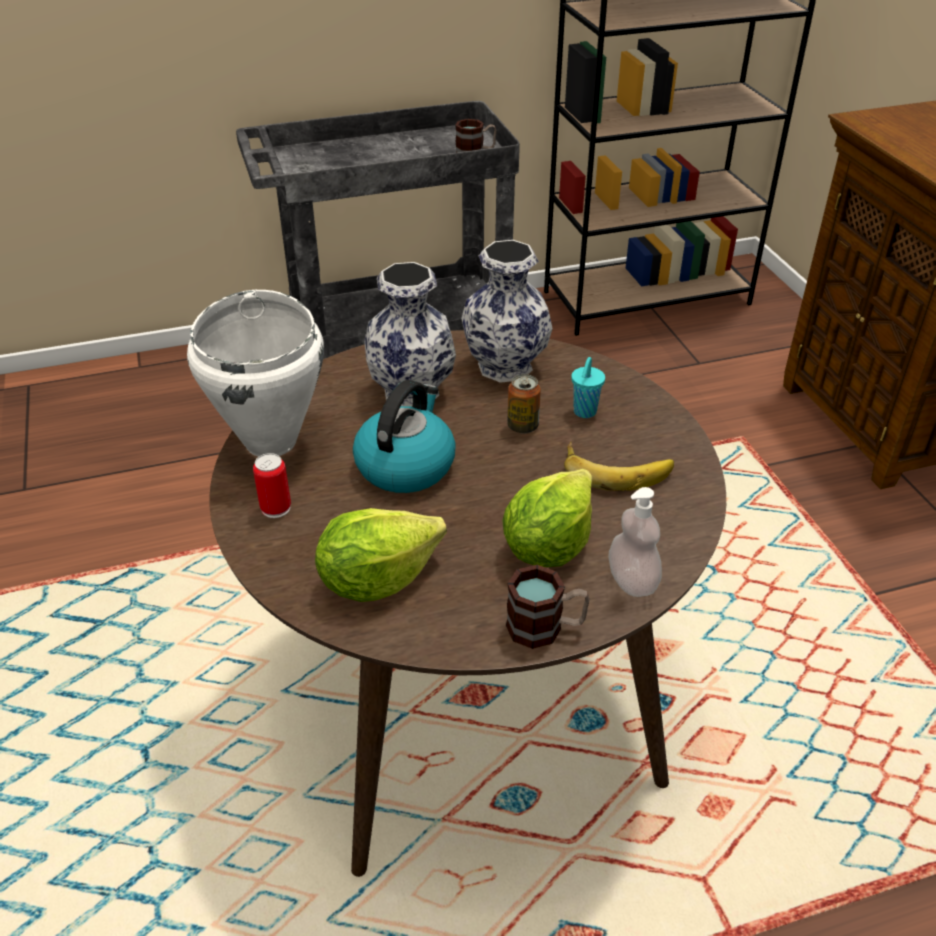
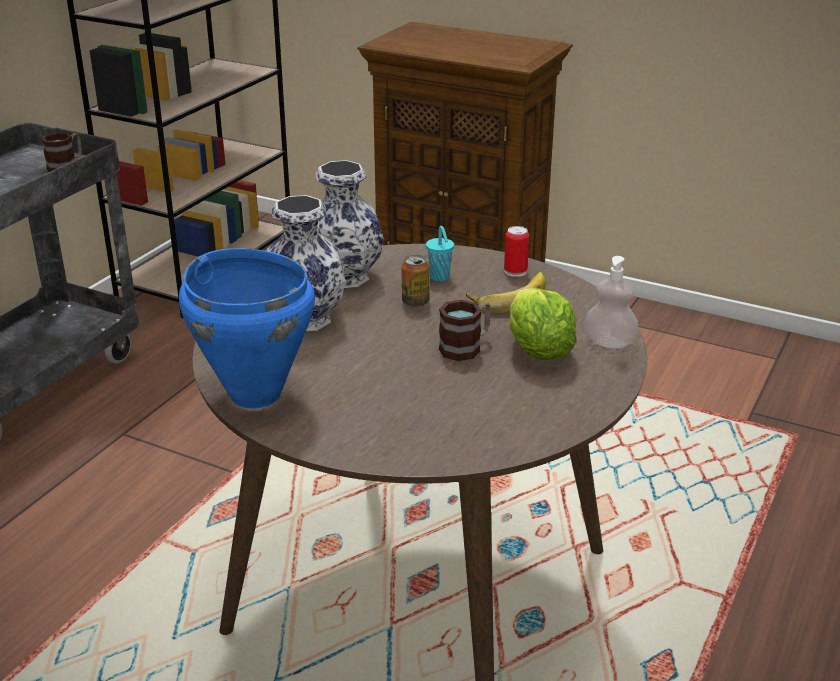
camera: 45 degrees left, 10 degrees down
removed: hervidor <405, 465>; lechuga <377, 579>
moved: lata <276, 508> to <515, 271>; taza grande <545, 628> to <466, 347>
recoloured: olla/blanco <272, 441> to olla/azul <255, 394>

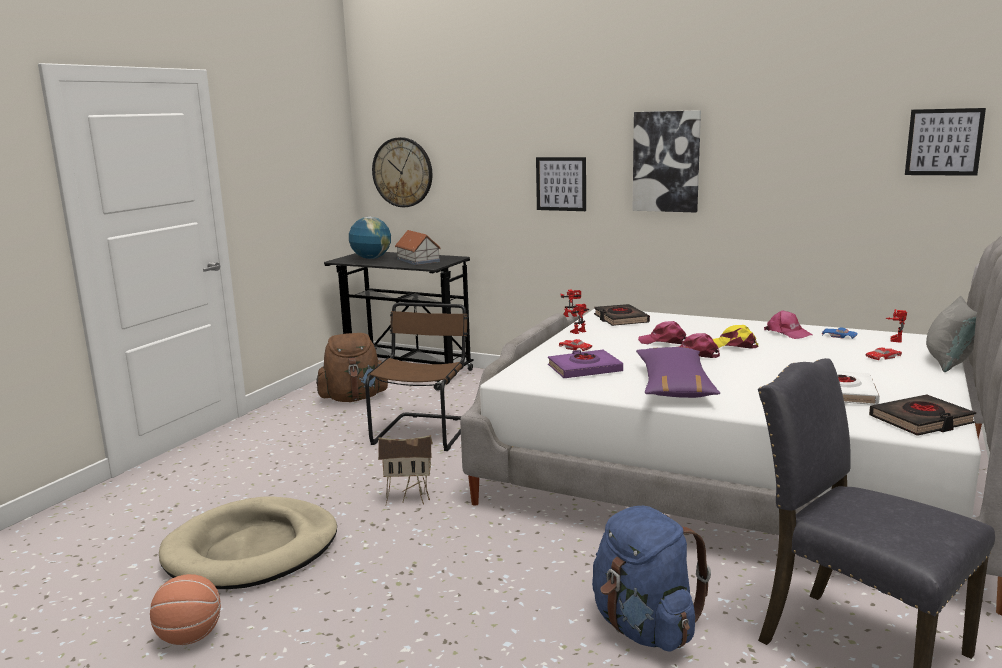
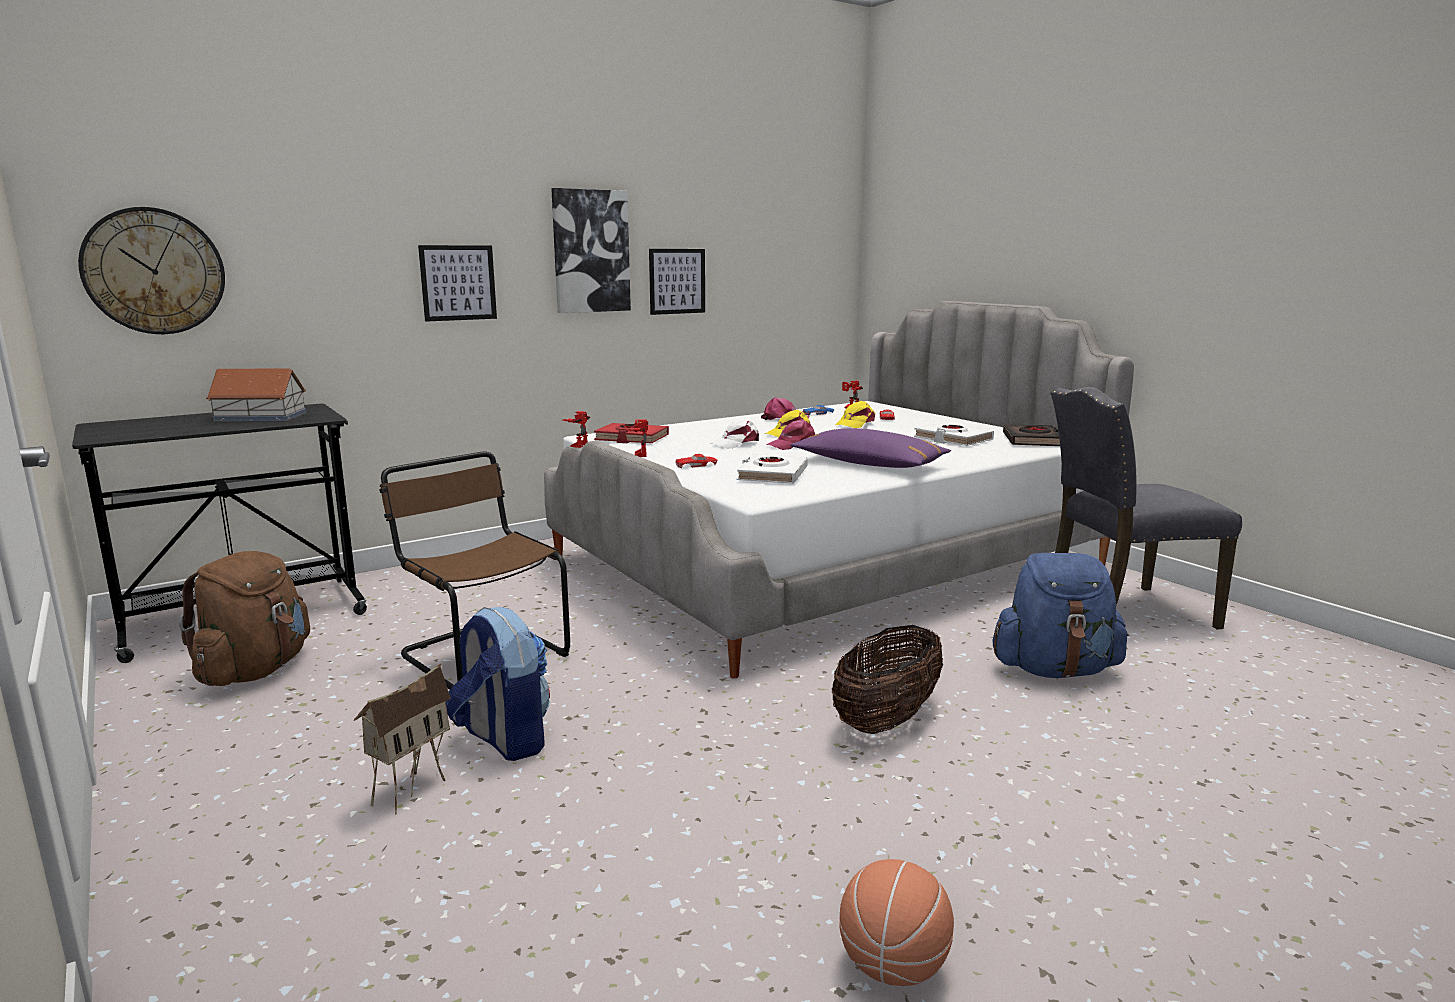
camera: 60 degrees left, 0 degrees up
removed: globo terráqueo <371, 258>; cojín/gris <948, 362>; cama para perro/beis <252, 549>
added: gorra/amarillo <855, 424>; mochila <503, 739>; cesta <886, 720>
moved: cuadro <944, 142> to <677, 281>; casita <409, 499> to <410, 787>
recoloured: libro/negro <620, 319> to libro/rojo <631, 438>; gorra/rosa <663, 341> to gorra/blanco <736, 443>; libro/morado <584, 369> to libro/blanco <772, 475>

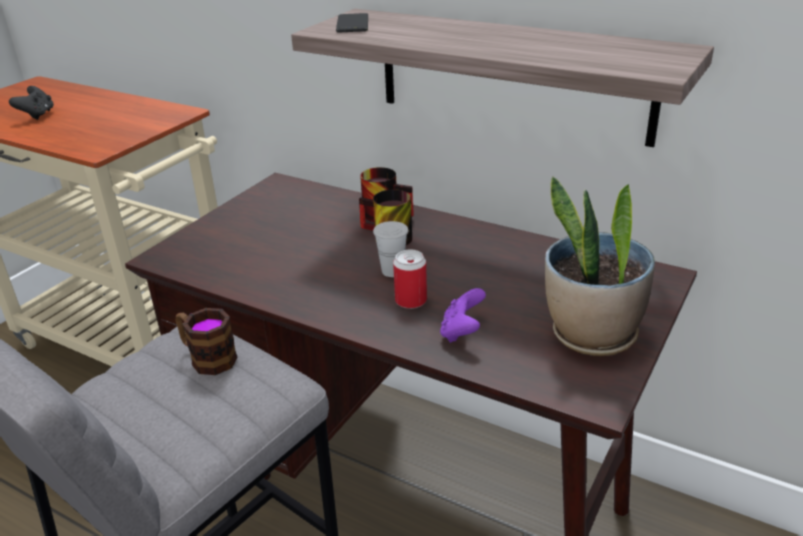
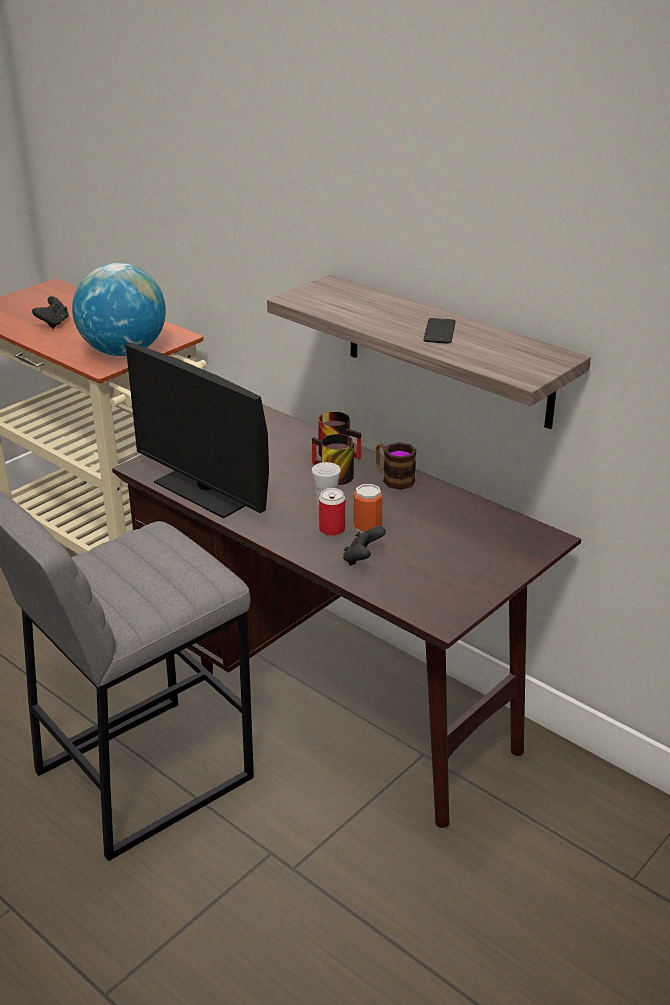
camera: 10 degrees right, 0 degrees up
removed: planta en maceta <591, 335>
added: globo terráqueo <123, 351>; monitor <205, 491>; lata <367, 526>
moved: móvil <352, 24> to <439, 331>; taza grande <207, 358> to <393, 478>
recoloured: mando de consola/morado <462, 332> to mando de consola/negro <362, 559>

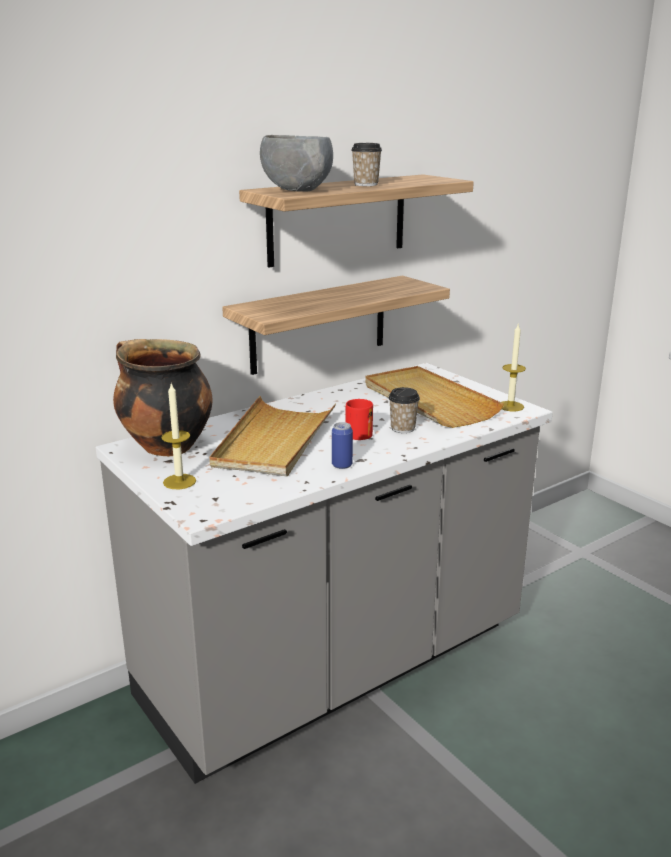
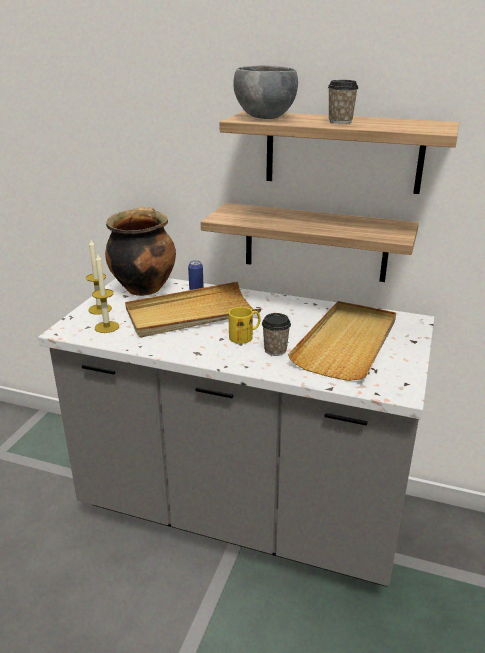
camera: 55 degrees right, 5 degrees up
moved: vela <510, 406> to <107, 327>; lata <342, 465> to <196, 290>
recoloured: taza grande/rojo <359, 432> to taza grande/amarillo <245, 336>

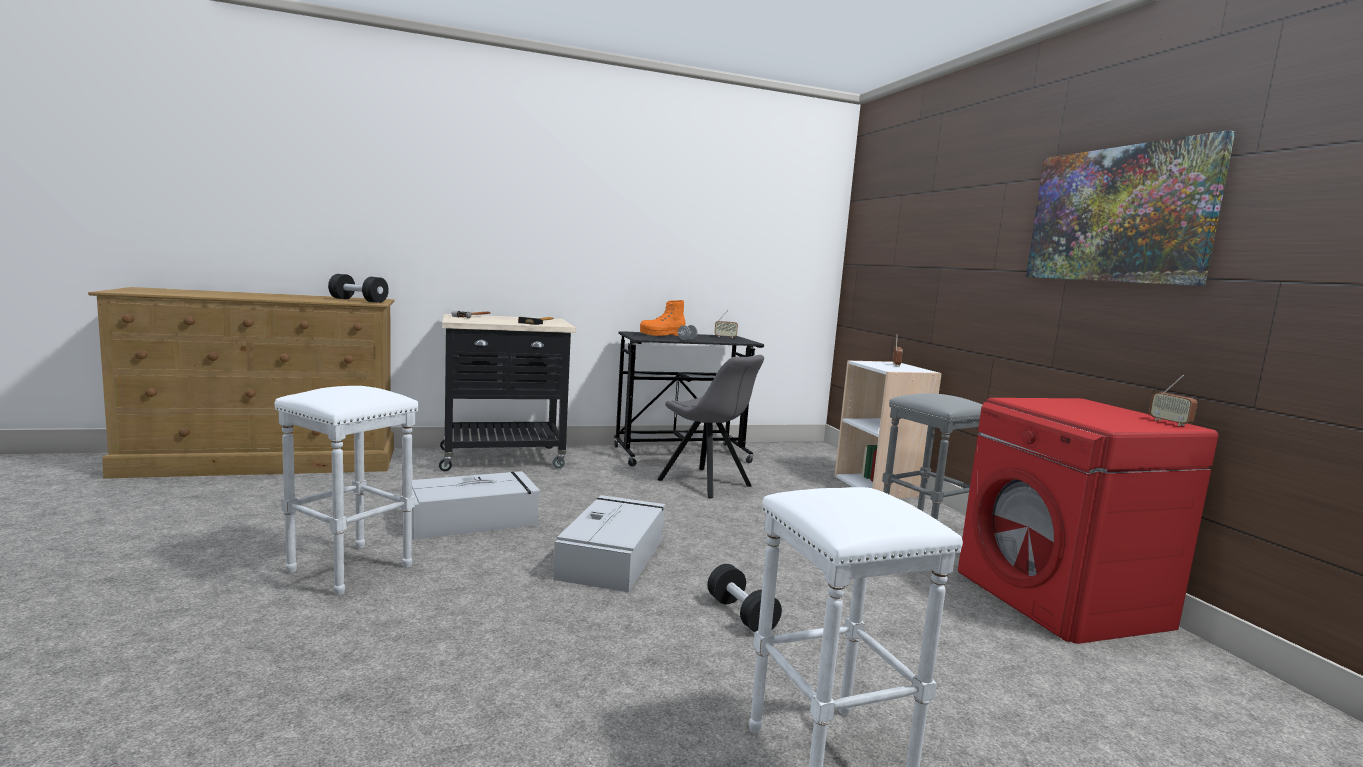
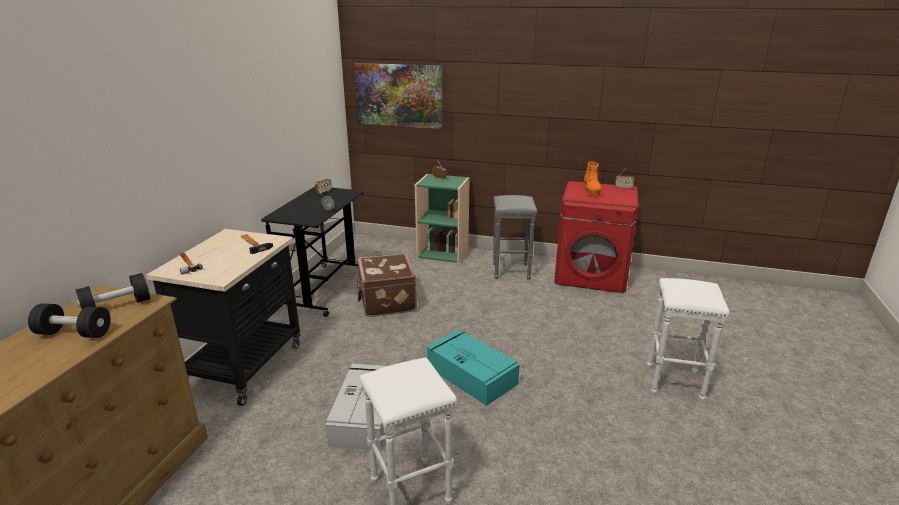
camera: 55 degrees left, 15 degrees up
moved: cuadro <1118, 215> to <398, 95>; bota/naranja <662, 335> to <591, 191>; mancuerna/negro <741, 614> to <74, 333>
replaced: silla/gris <705, 483> to maleta/marrón <386, 301>
recoloured: estantería/blanco <879, 486> to estantería/verde <443, 252>; caja de almacenaje/gris <612, 557> to caja de almacenaje/turquesa <470, 374>

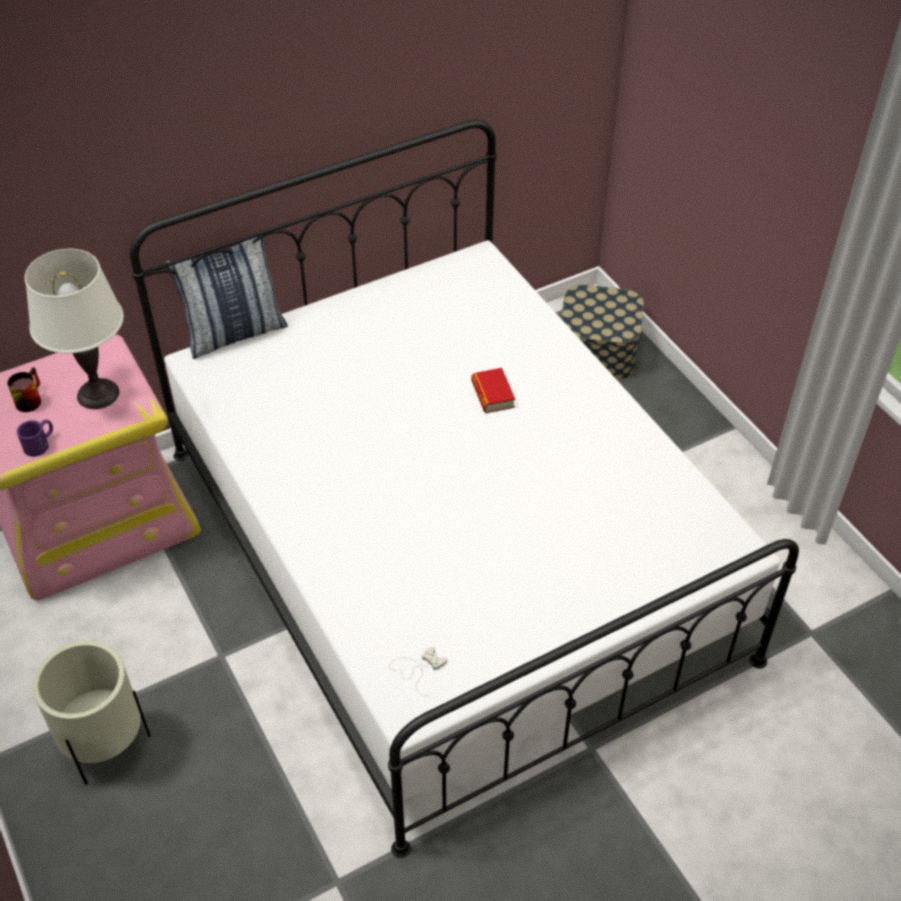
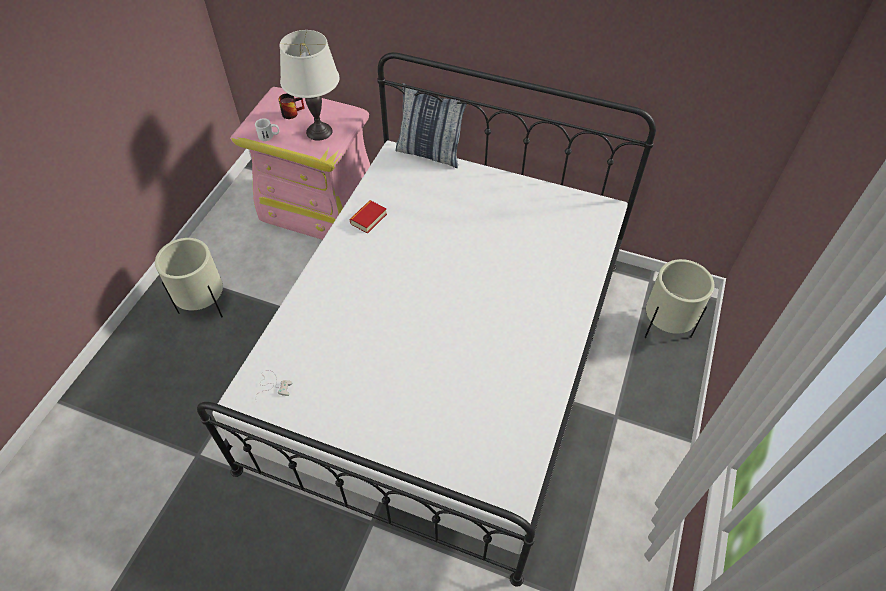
camera: 50 degrees right, 5 degrees up
moved: libro <492, 394> to <368, 219>
replaced: caja de almacenaje <597, 351> to maceta/beis <665, 326>
recoloured: taza grande/morado <40, 444> to taza grande/blanco <269, 136>

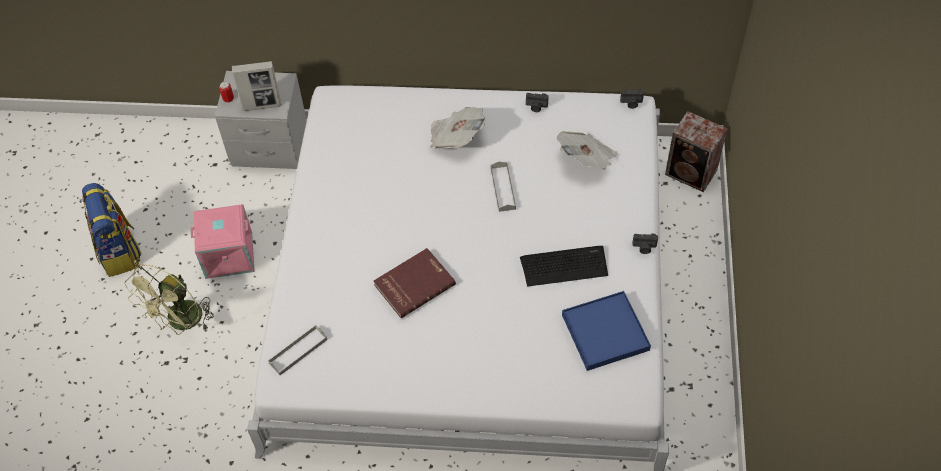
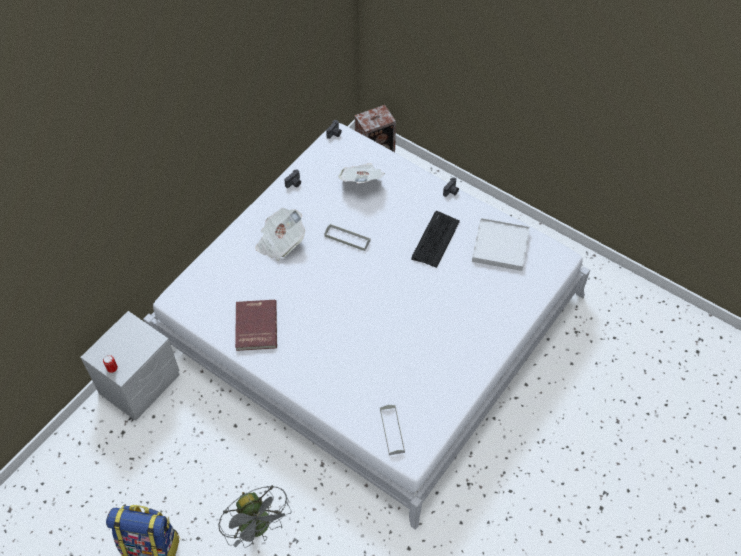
camera: 60 degrees left, 0 degrees up
removed: portarretratos <262, 106>; caja de almacenaje/rosa <229, 254>
moved: libro/rojo <413, 284> to <255, 326>
recoloured: ventilador/verde <181, 323> to ventilador/gris <258, 528>; bandeja/azul <605, 332> to bandeja/blanco <500, 246>

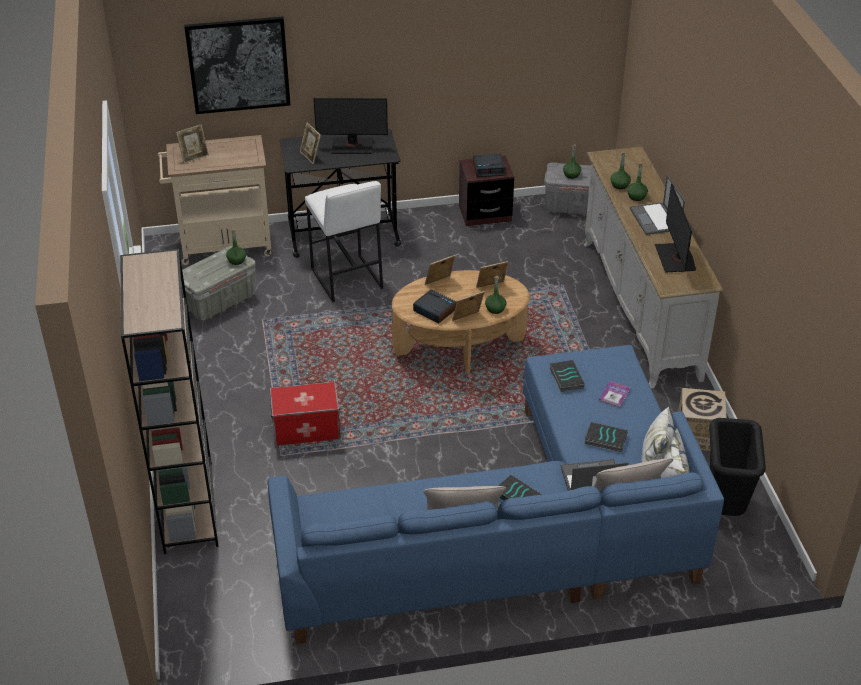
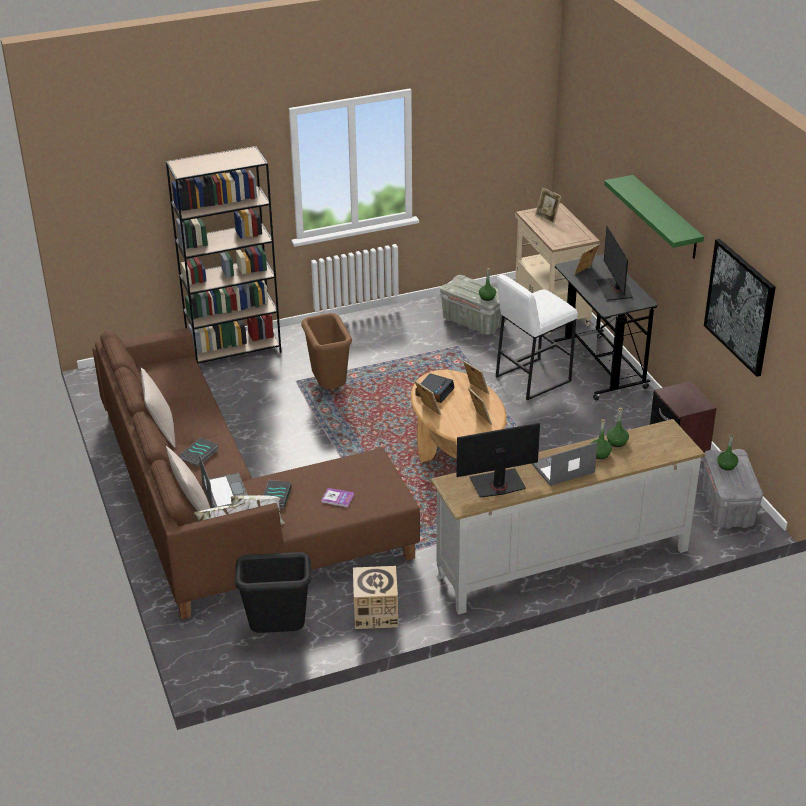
camera: 80 degrees right, 5 degrees down
removed: despertador <489, 169>; botella/verde <495, 309>; libro <565, 378>
added: estante/verde <665, 217>
moved: cuadro <238, 65> to <740, 306>
replaced: caja de almacenaje <306, 428> to papelera/marrón <329, 388>
recoloured: sofá/azul <518, 534> to sofá/marrón <227, 510>

